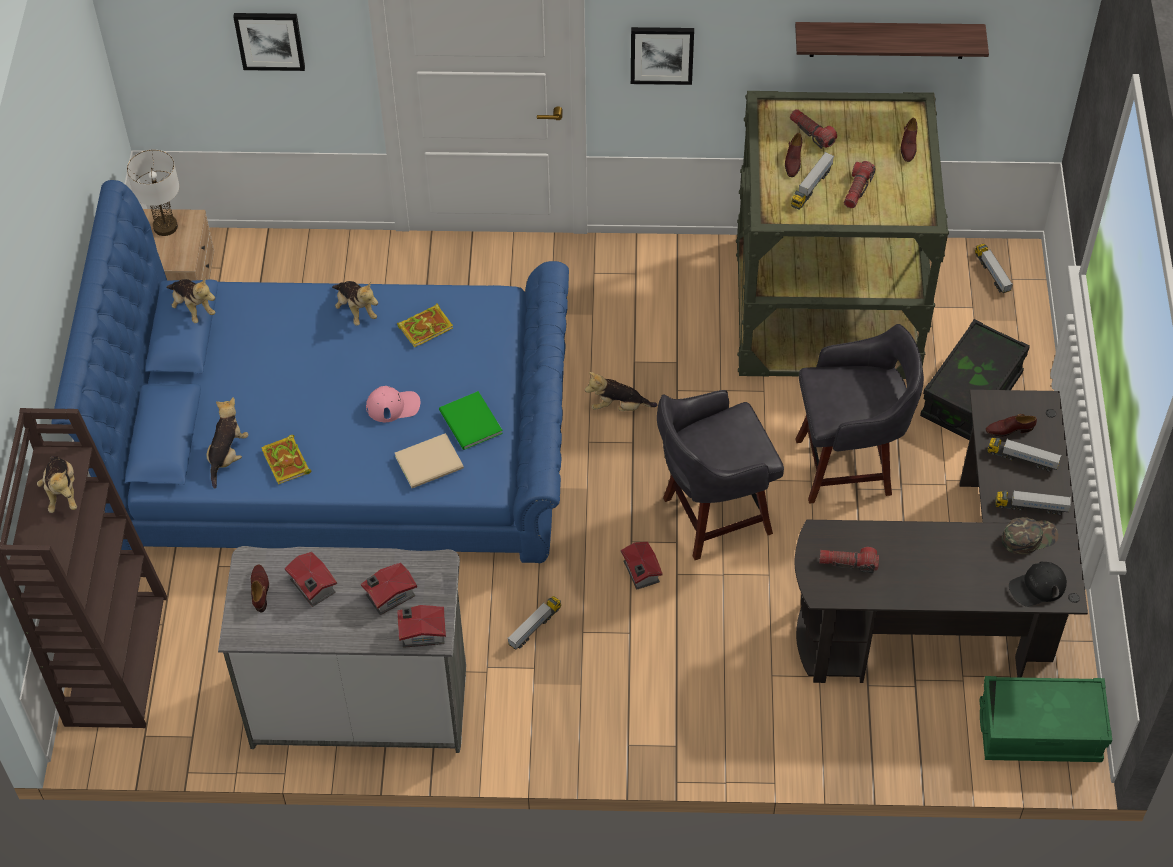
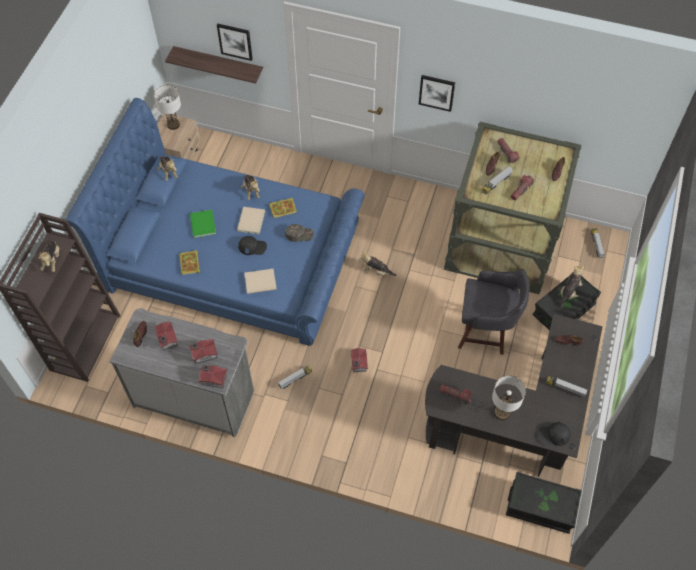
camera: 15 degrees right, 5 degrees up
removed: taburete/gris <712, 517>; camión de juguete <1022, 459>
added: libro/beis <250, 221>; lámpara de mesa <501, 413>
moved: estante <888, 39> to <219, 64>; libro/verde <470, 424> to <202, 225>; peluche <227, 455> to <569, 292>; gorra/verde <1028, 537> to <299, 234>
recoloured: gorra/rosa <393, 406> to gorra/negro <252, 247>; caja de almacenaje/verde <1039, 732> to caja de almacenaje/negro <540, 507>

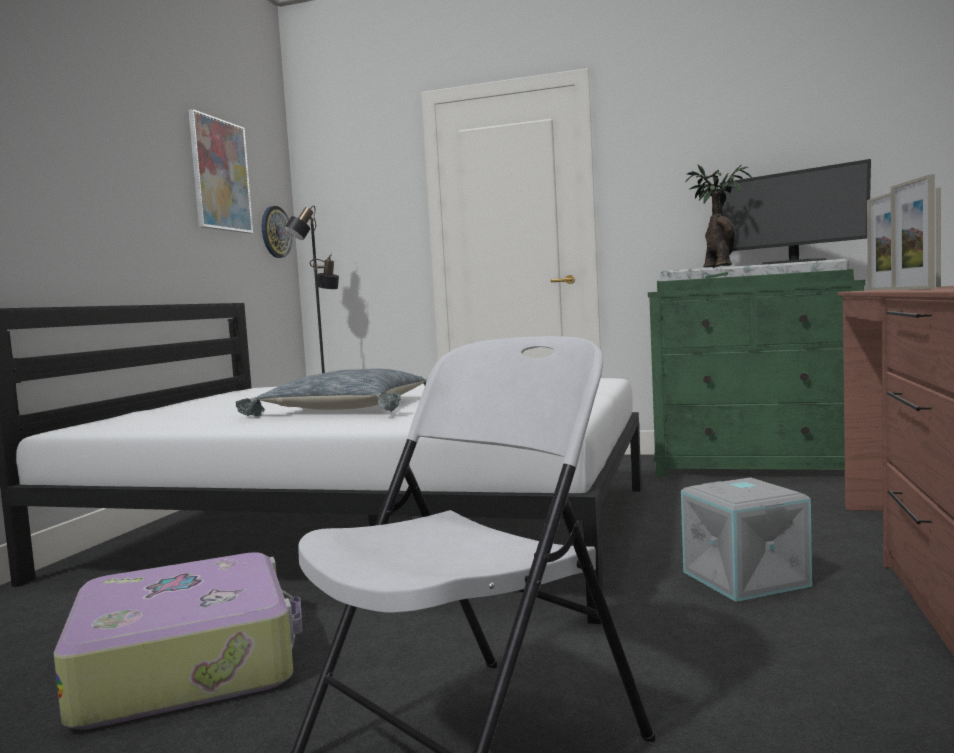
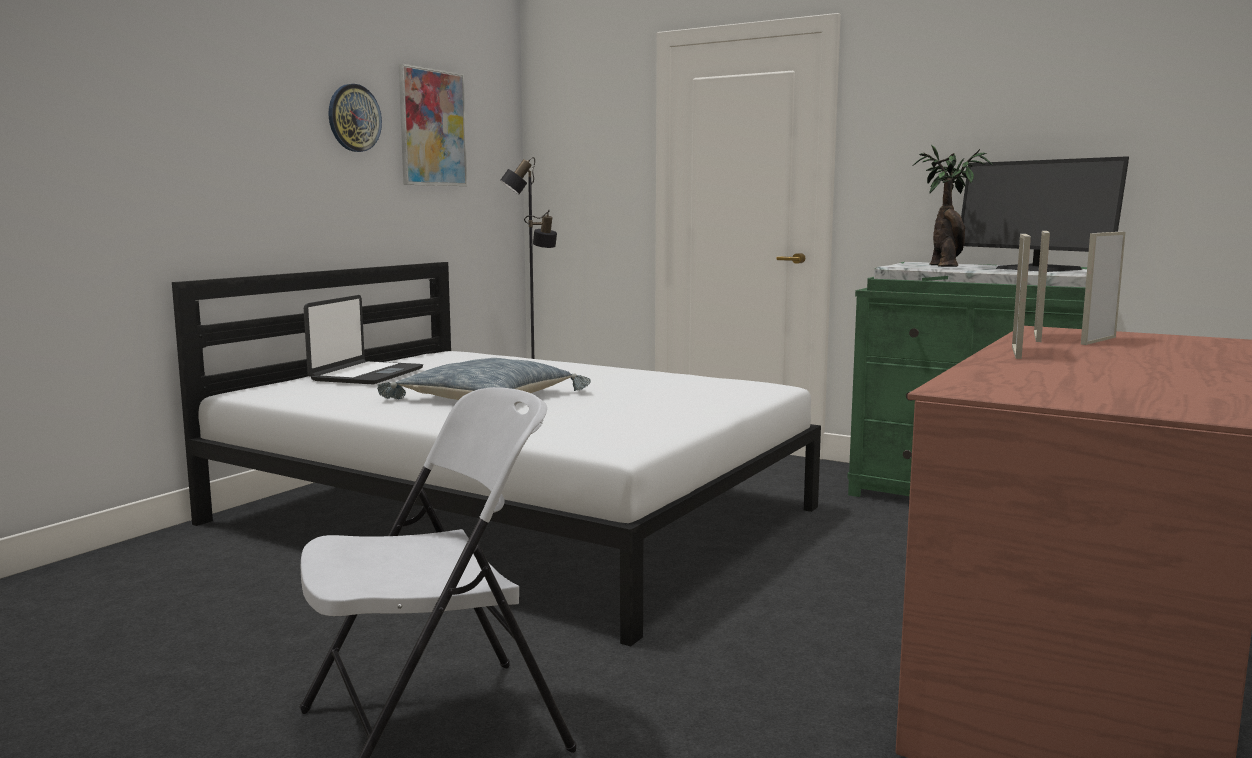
camera: 15 degrees right, 5 degrees up
removed: caja de almacenaje/gris <747, 579>; maleta <188, 664>
added: portátil <366, 375>
moved: reloj de pared <275, 232> to <354, 118>

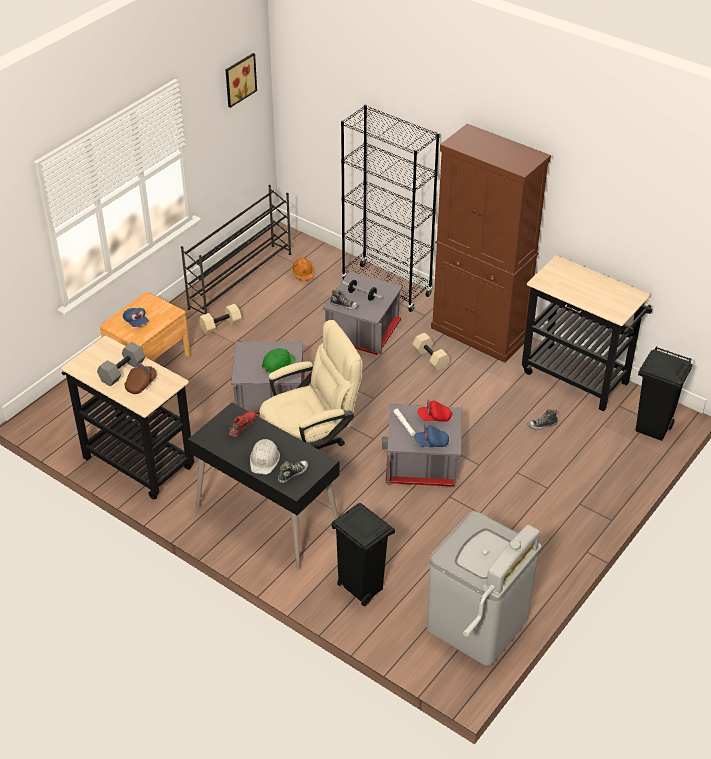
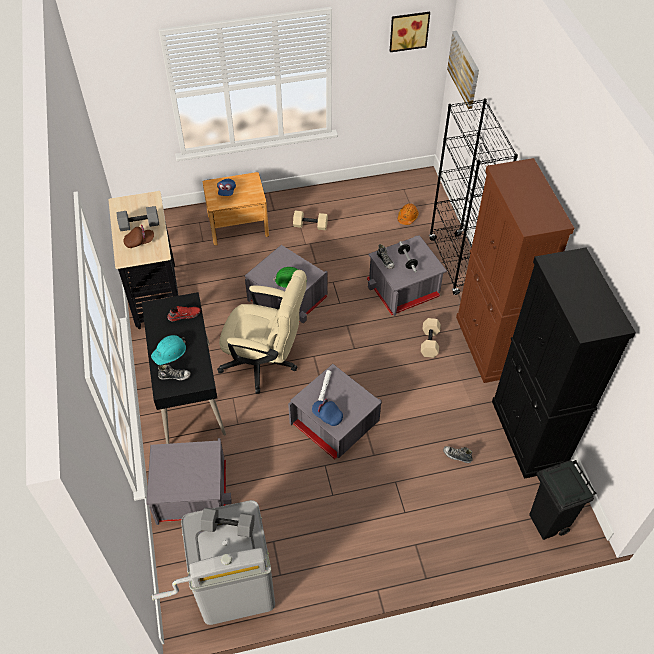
camera: 40 degrees right, 10 degrees up
removed: zapatero/negro <241, 280>; gorra/rojo <434, 417>
added: cuadro <464, 69>; mancuerna/gris <228, 527>
replaced: carrito/negro <576, 378> to armario/negro <528, 434>; papelera/negro <360, 588> to caja de almacenaje/gris <191, 491>
recoloured: casco/blanco <264, 459> to casco/turquesa <169, 351>

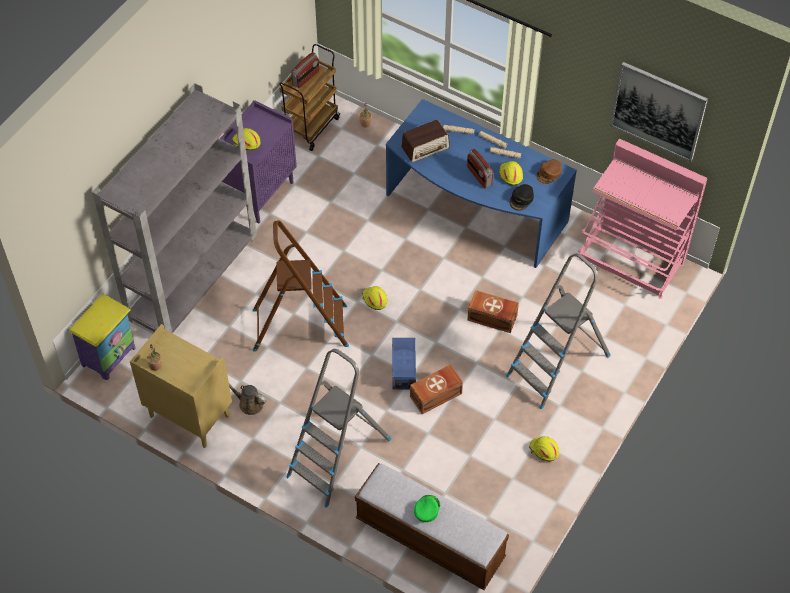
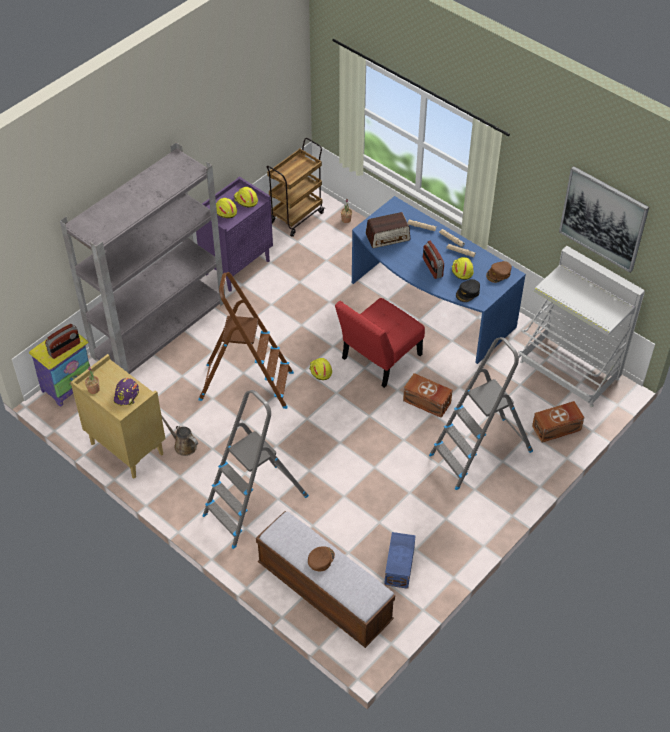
camera: 10 degrees right, 5 degrees down
added: silla/rojo <378, 359>; casco/morado <127, 395>
moved: radio <306, 78> to <64, 349>; caja de almacenaje/azul <404, 369> to <400, 565>; caja de almacenaje/marrón <437, 395> to <557, 428>; casco/amarillo <543, 450> to <245, 200>
recoloured: zapatero/rosa <629, 264> to zapatero/blanco <567, 372>; gorra/verde <426, 509> to gorra/marrón <320, 559>

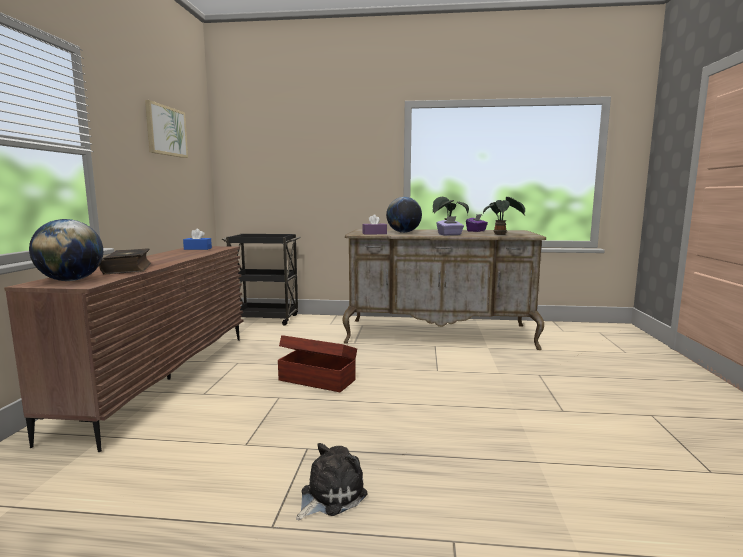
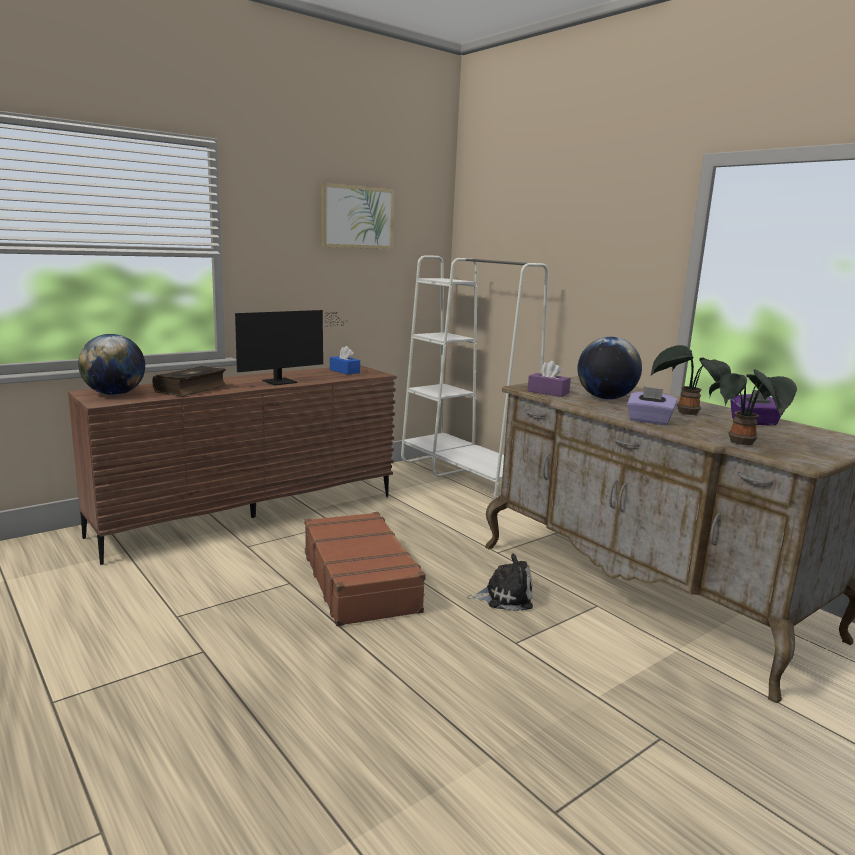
camera: 45 degrees right, 5 degrees up
added: monitor <284, 381>
moved: peluche <330, 495> to <505, 597>
replaced: carrito/negro <266, 319> to perchero/blanco <465, 479>; caja de almacenaje/marrón <317, 379> to maleta/marrón <360, 581>

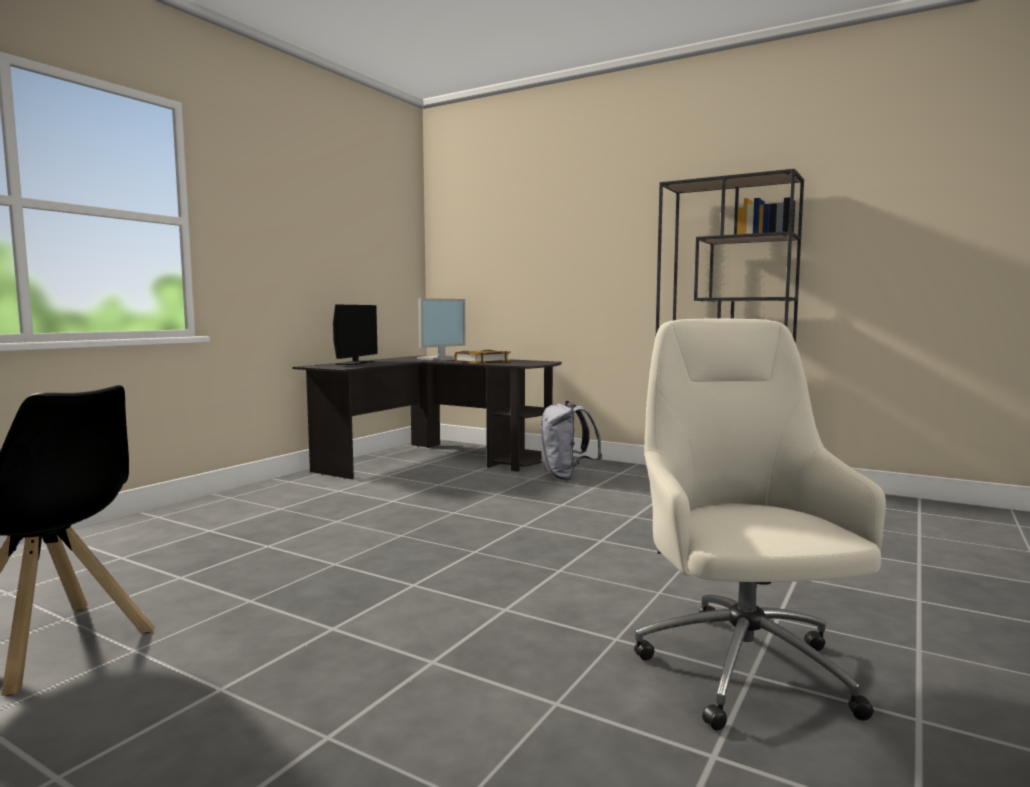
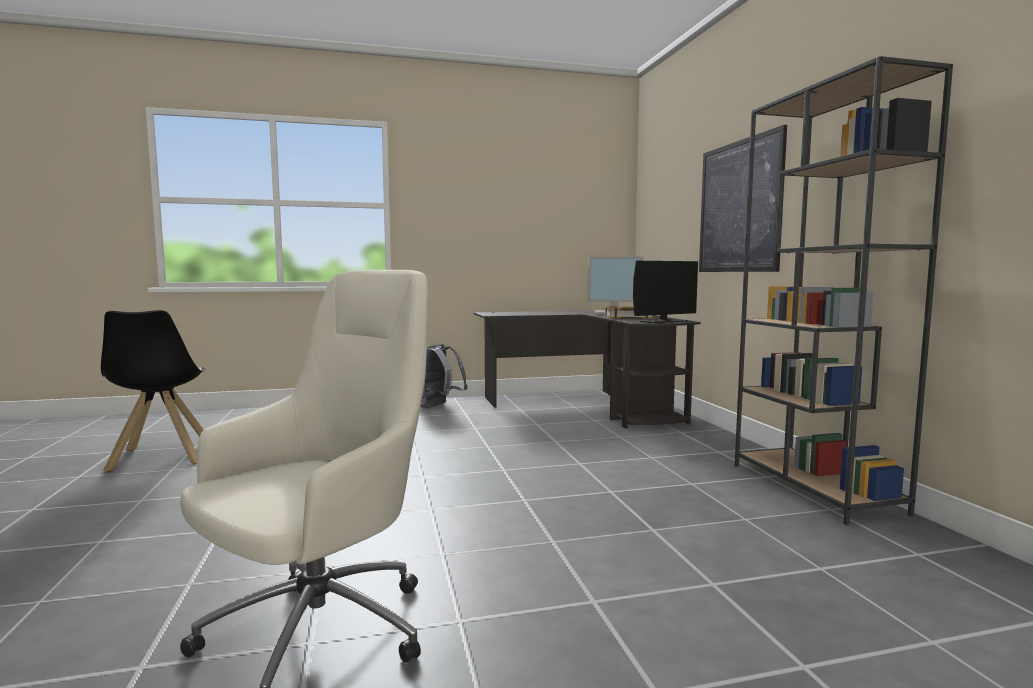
camera: 45 degrees right, 0 degrees up
added: cuadro <739, 207>
moved: monitor <355, 363> to <663, 321>; mochila/gris <566, 477> to <437, 406>

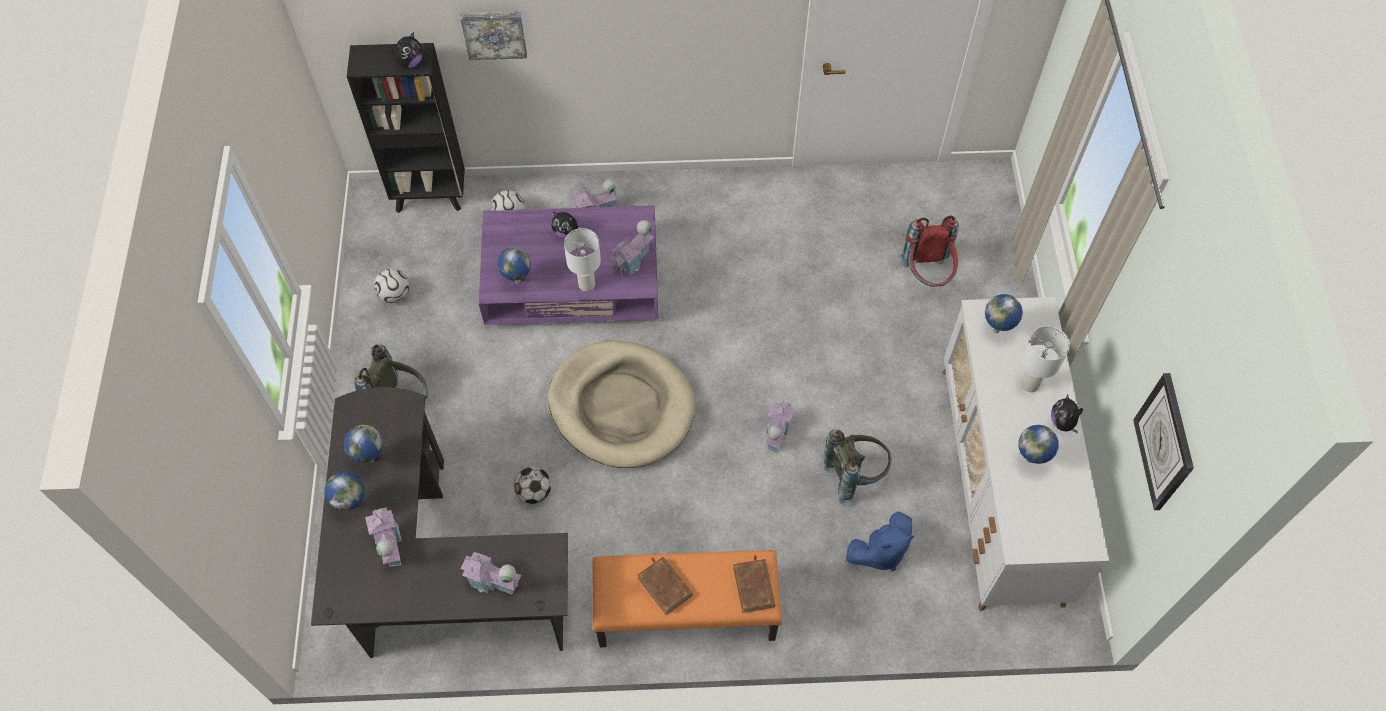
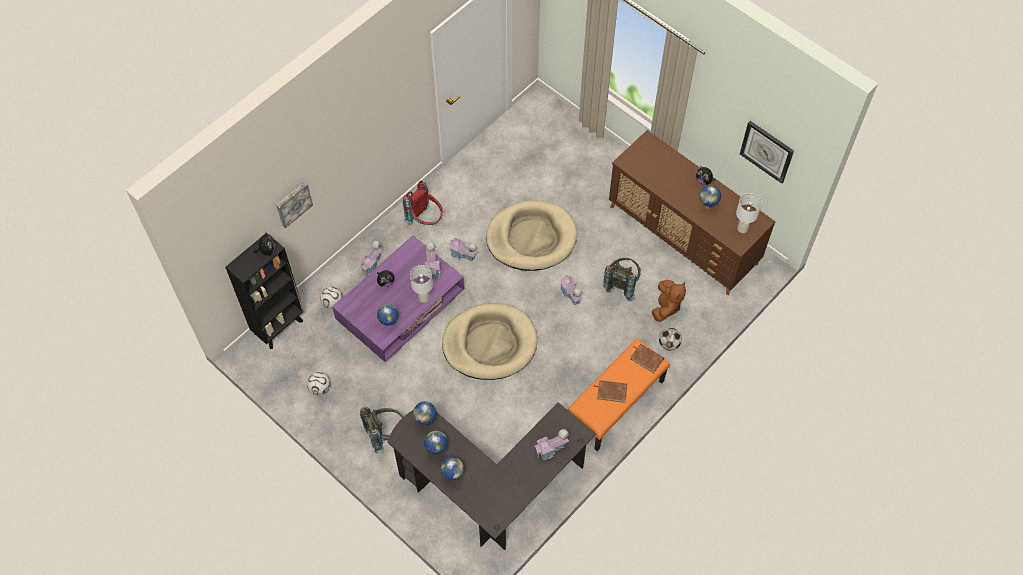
camera: 45 degrees left, 0 degrees up
added: cama para perro/beis <531, 238>
moved: mochila/rojo <927, 275> to <425, 219>; globo terráqueo <997, 331> to <426, 421>; lámpara de mesa/blanco <1030, 384> to <742, 228>; balón de fútbol <534, 492> to <669, 344>; casita <389, 545> to <463, 255>
recoloured: cómoda/blanco <1001, 482> to cómoda/marrón <682, 234>; peluche/azul <880, 552> to peluche/marrón <666, 307>

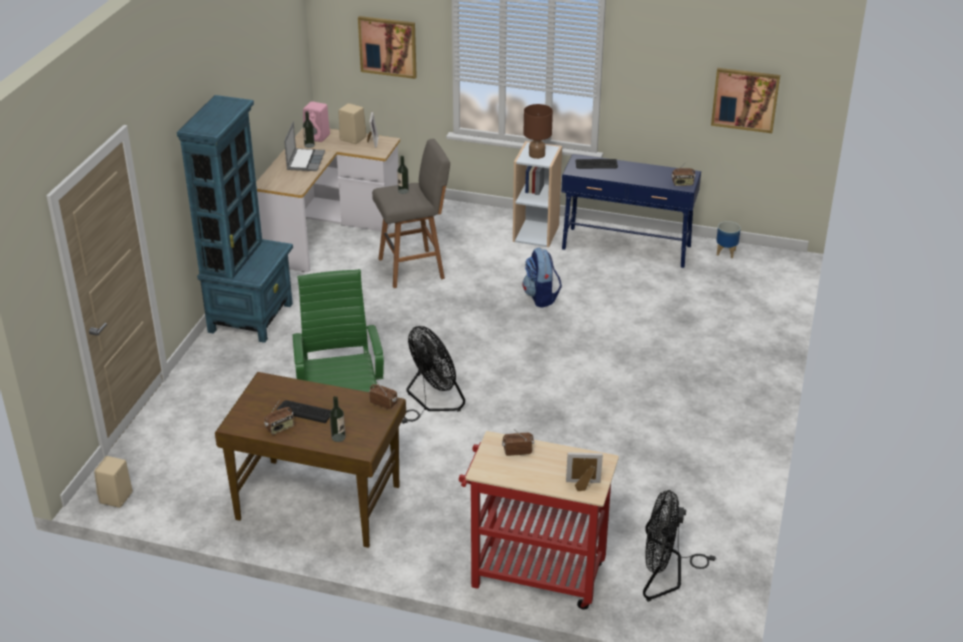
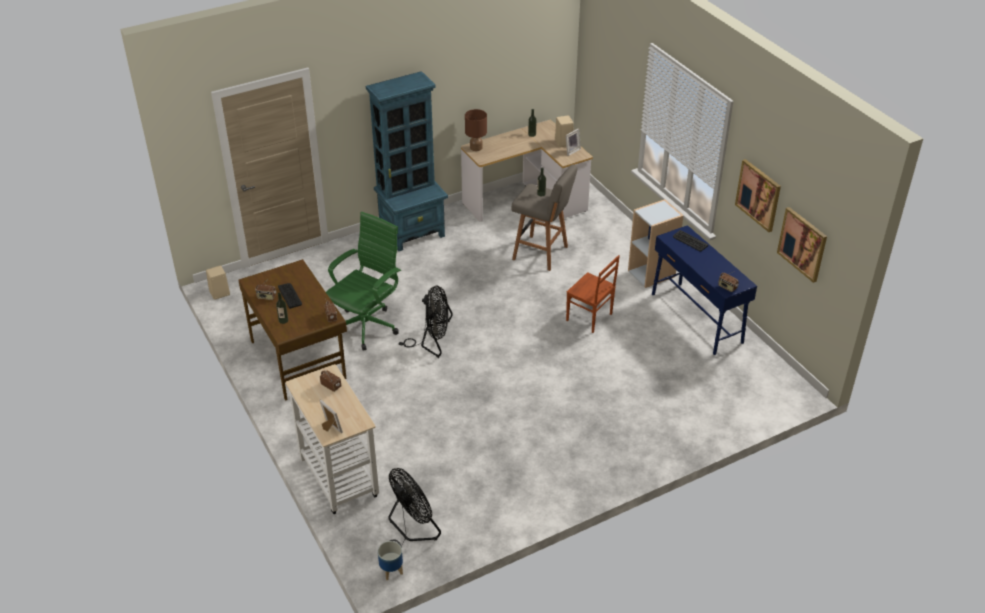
camera: 45 degrees right, 5 degrees up
removed: altavoz/rosa <318, 137>; portátil <305, 161>
moved: cuadro <388, 46> to <758, 195>; lámpara de mesa/marrón <537, 154> to <476, 148>; maceta <726, 252> to <391, 571>
replaced: mochila <541, 297> to silla/marrón <589, 318>
recoloured: carrito/rojo <535, 575> to carrito/blanco <338, 477>
turned: ventilador/negro <667, 568> = <407, 527> 90 degrees clockwise

